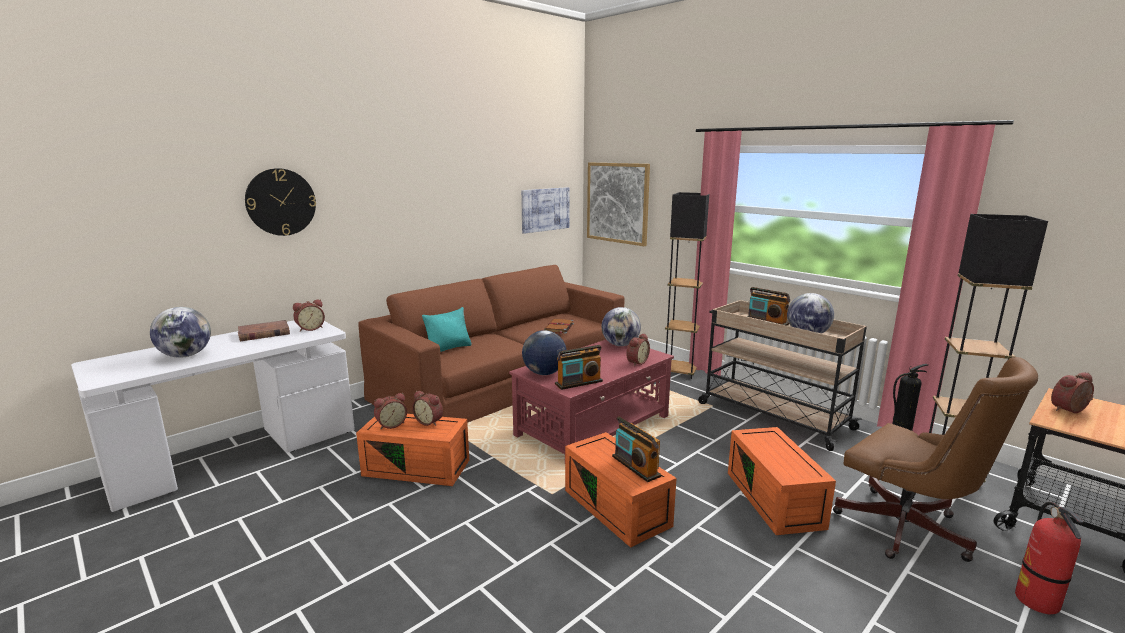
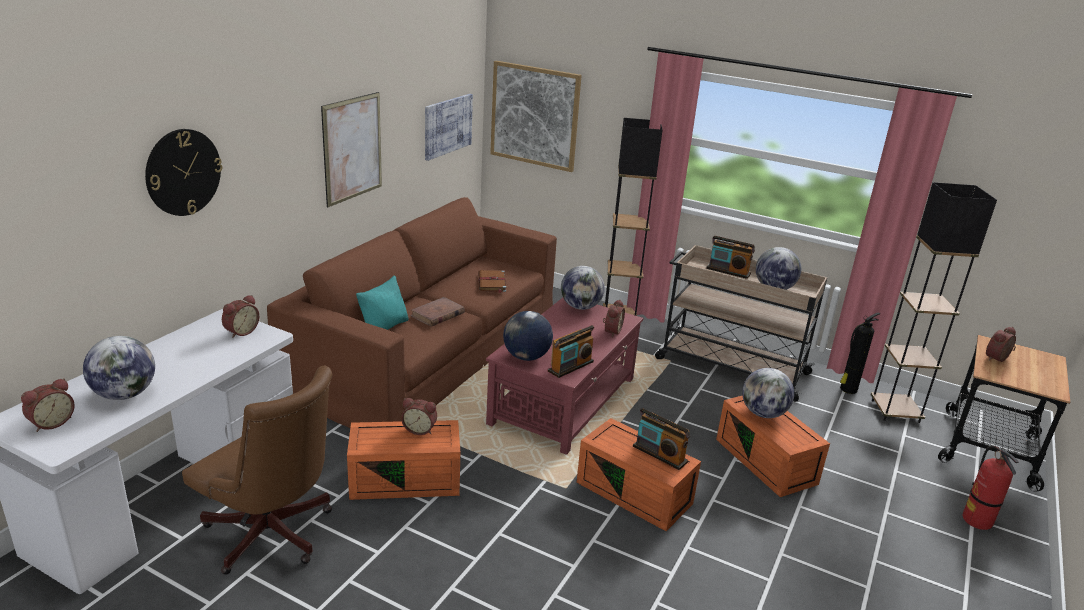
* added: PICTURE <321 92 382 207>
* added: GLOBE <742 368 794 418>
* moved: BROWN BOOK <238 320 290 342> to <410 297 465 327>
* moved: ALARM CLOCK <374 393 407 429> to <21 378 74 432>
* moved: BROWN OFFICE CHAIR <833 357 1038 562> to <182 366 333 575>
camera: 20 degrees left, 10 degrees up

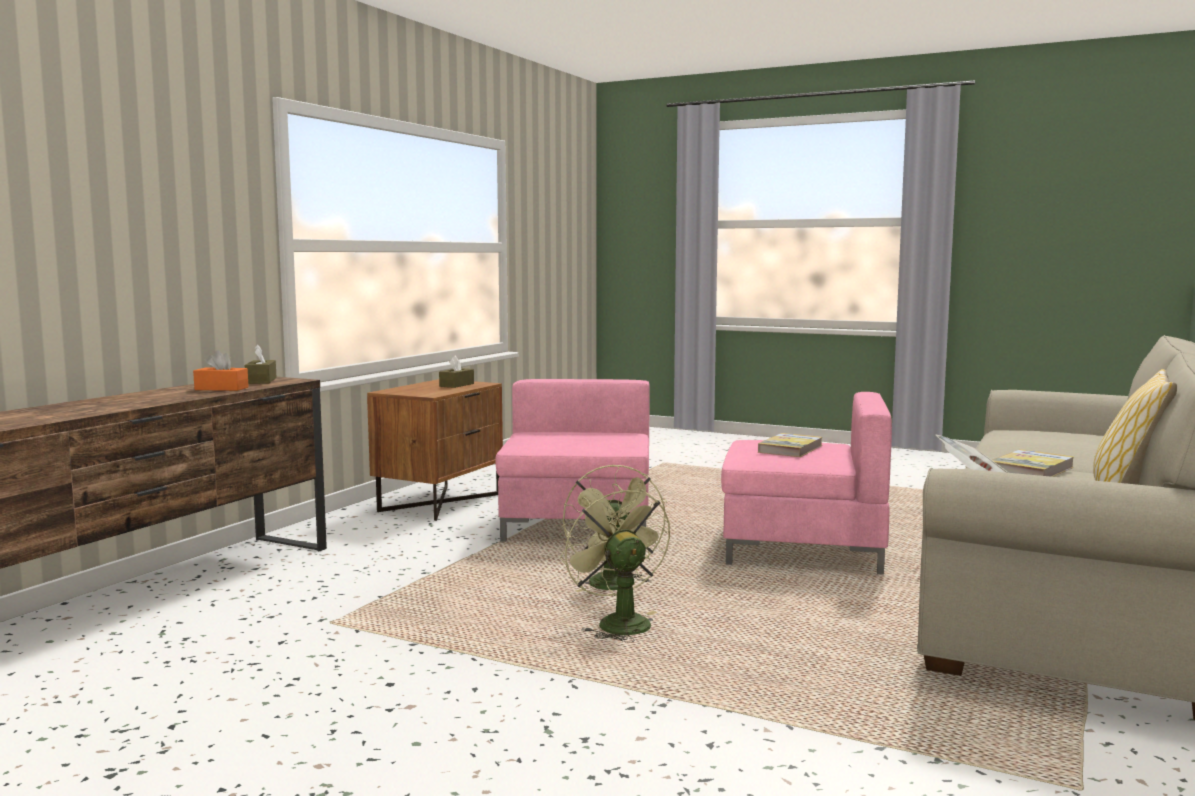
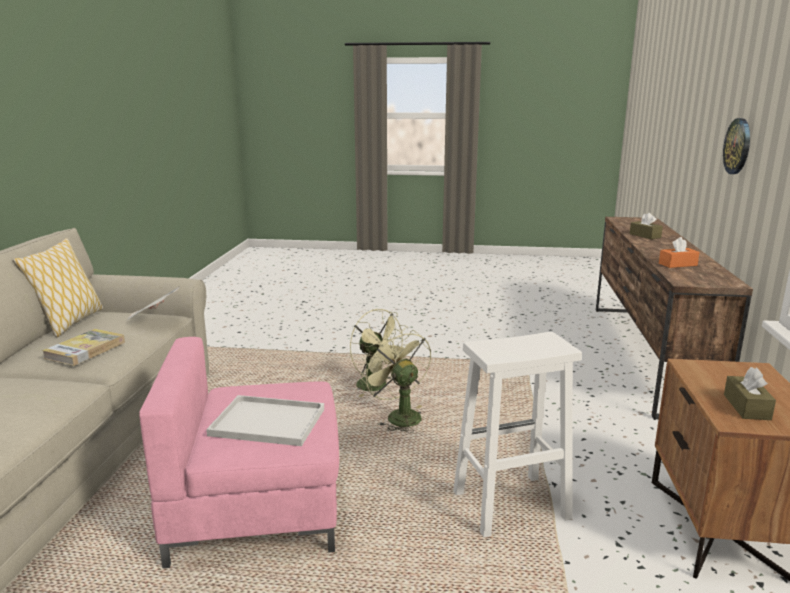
* added: WALL CLOCK <723 118 750 174>
* moved: BROWN TISSUE BOX <244 345 277 384> to <630 213 663 239>
* replaced: PINK ARMCHAIR <495 379 650 542> to WHITE STOOL <453 332 582 538>
* replaced: BOOK <758 433 822 457> to WHITE TRAY <206 395 324 446>
camera: 160 degrees right, 10 degrees up

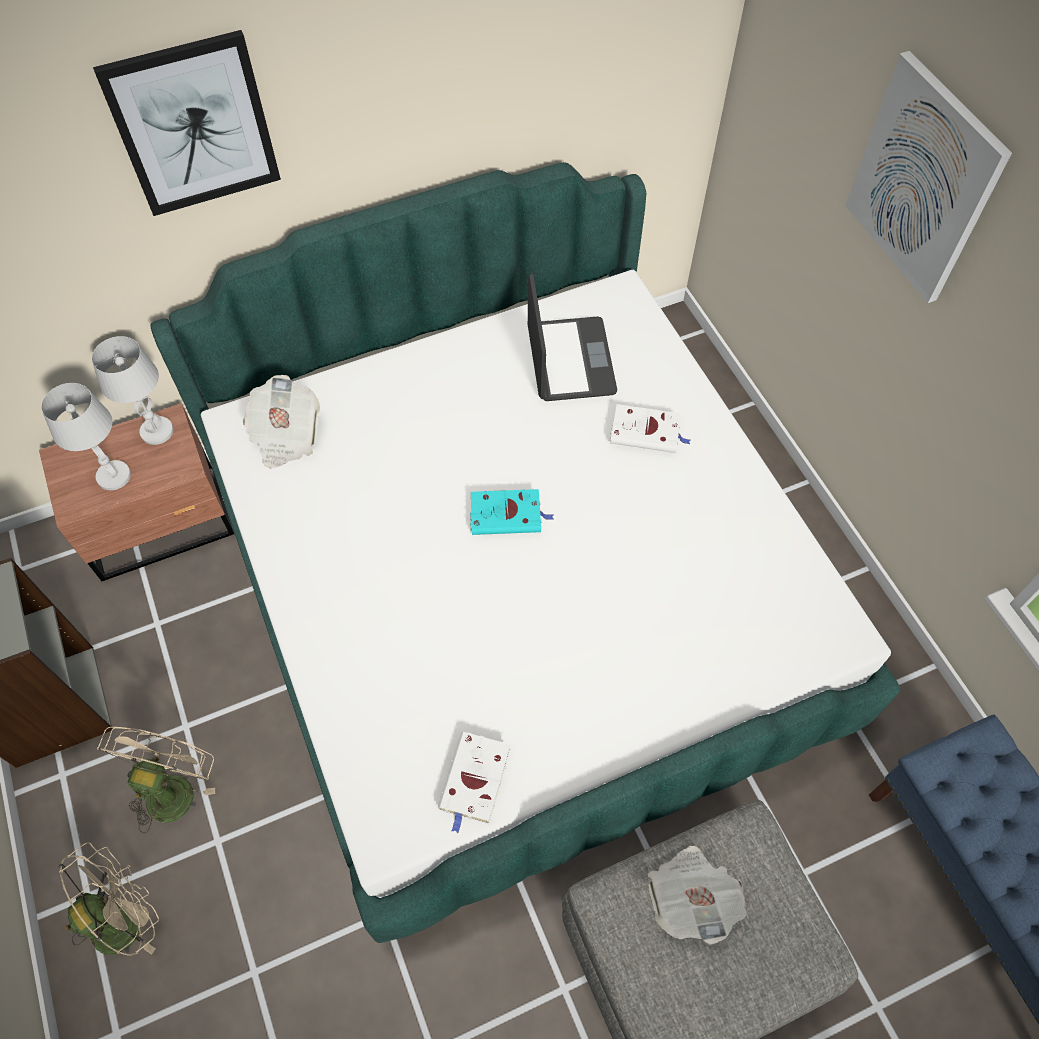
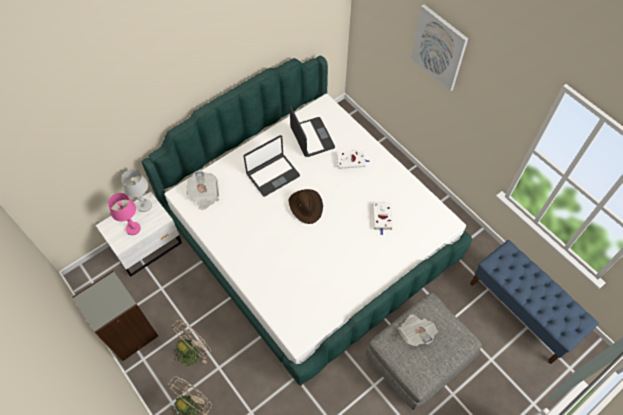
* removed: PICTURE <93 30 281 216>
* added: LAPTOP <243 135 300 196>
* moved: WHITE BOOK <438 732 511 833> to <372 202 393 235>
* replaced: TURQUOISE BOOK <470 489 554 535> to BROWN HAT <289 189 323 224>
* recoloured: BROWN NIGHTSTAND <39 403 234 581> to WHITE NIGHTSTAND <96 192 182 277>
* recoloured: WHITE TABLE LAMP <41 383 131 490> to PINK TABLE LAMP <108 193 141 235>
* turned: BEIGE FAN <96 727 215 833> = <172 321 211 366> 45 degrees clockwise
camera: 15 degrees left, 0 degrees up

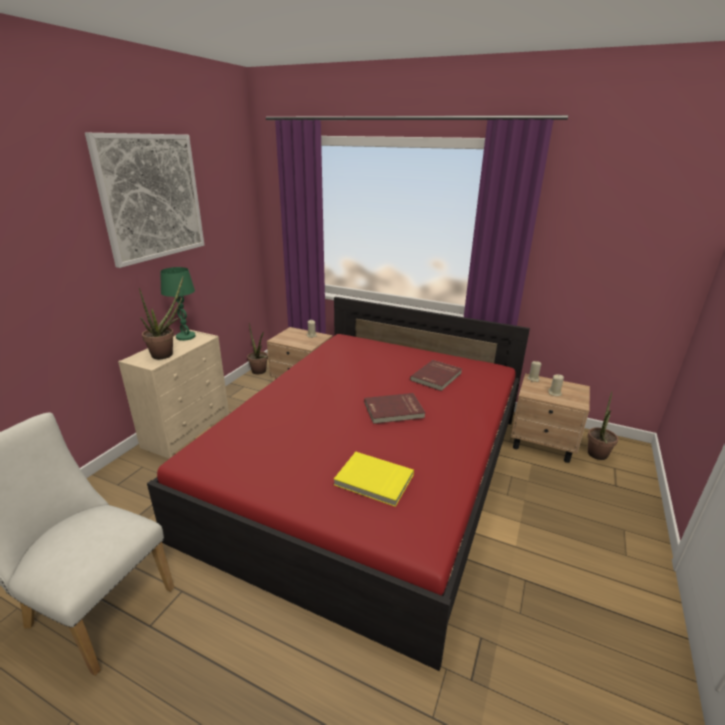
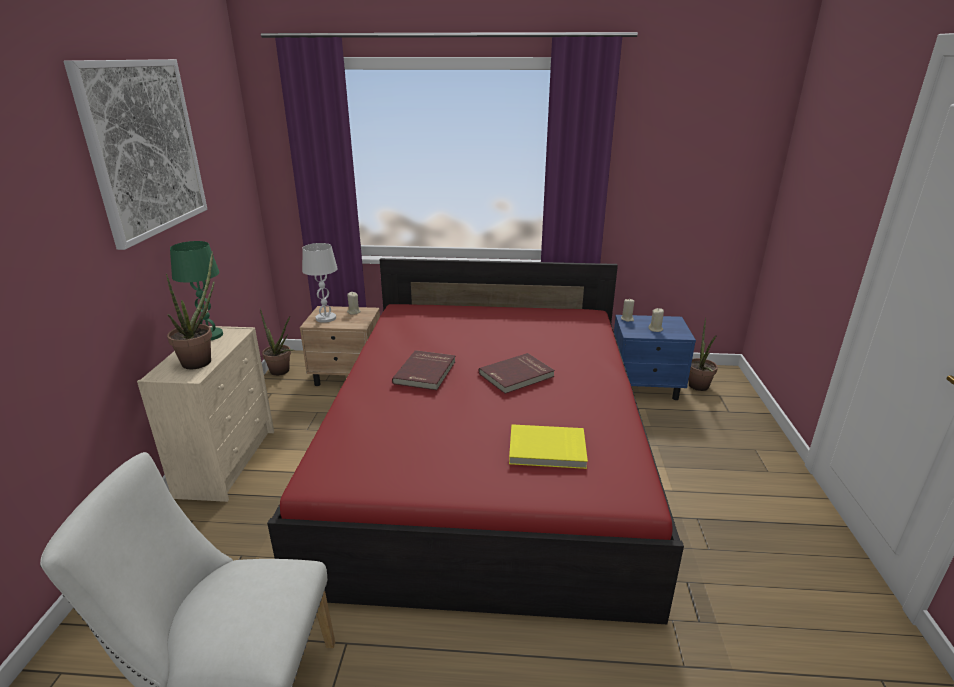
* added: WHITE TABLE LAMP <302 243 338 323>
* moved: RED BOOK <410 360 462 391> to <392 350 456 390>
* recoloured: BEIGE NIGHTSTAND <511 373 590 463> to BLUE NIGHTSTAND <614 315 696 400>
camera: 20 degrees left, 0 degrees up

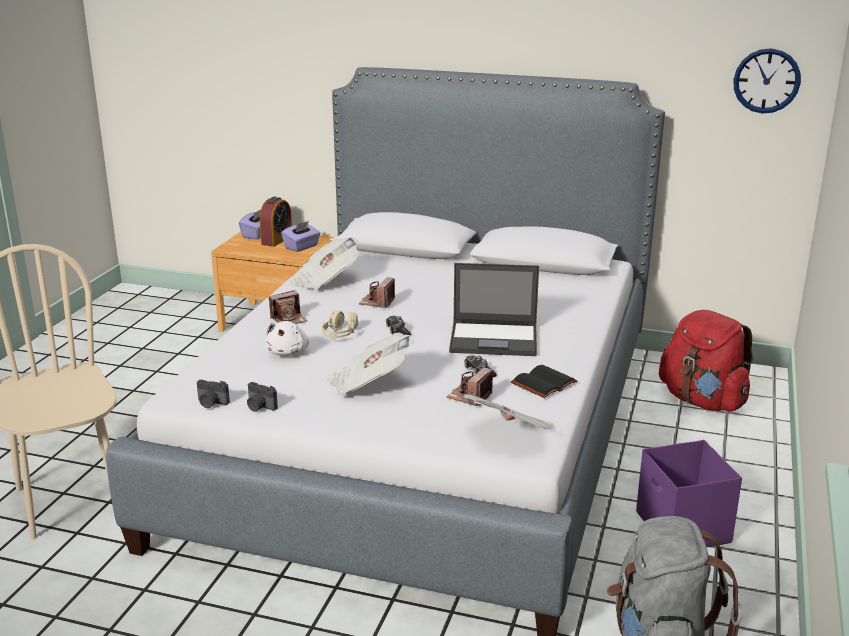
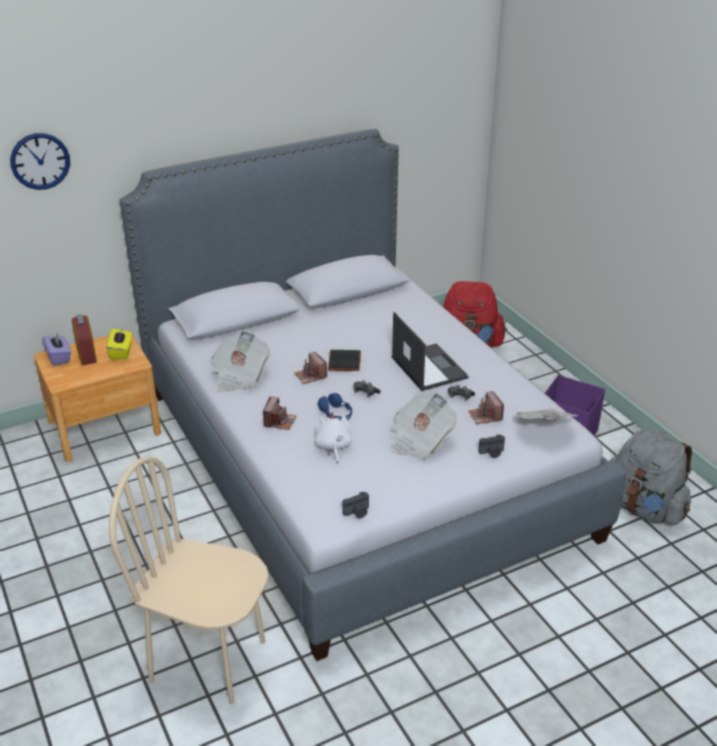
* moved: PHOTO CAMERA <247 382 278 412> to <478 434 505 458>
* moved: BLACK BOOK <511 365 577 398> to <328 350 361 371>
* moved: WALL CLOCK <733 48 801 113> to <10 133 70 190>
* recoloured: PURPLE TISSUE BOX <281 221 321 252> to YELLOW TISSUE BOX <106 327 132 360>
* recoloured: BEIGE HEADPHONES <322 310 358 338> to BLUE HEADPHONES <318 393 352 420>
* turned: WHITE PLUSH TOY <265 321 310 356> = <315 412 352 463> 150 degrees counterclockwise
* turned: LAPTOP <449 263 539 356> = <392 312 469 391> 75 degrees counterclockwise
camera: 45 degrees left, 10 degrees up

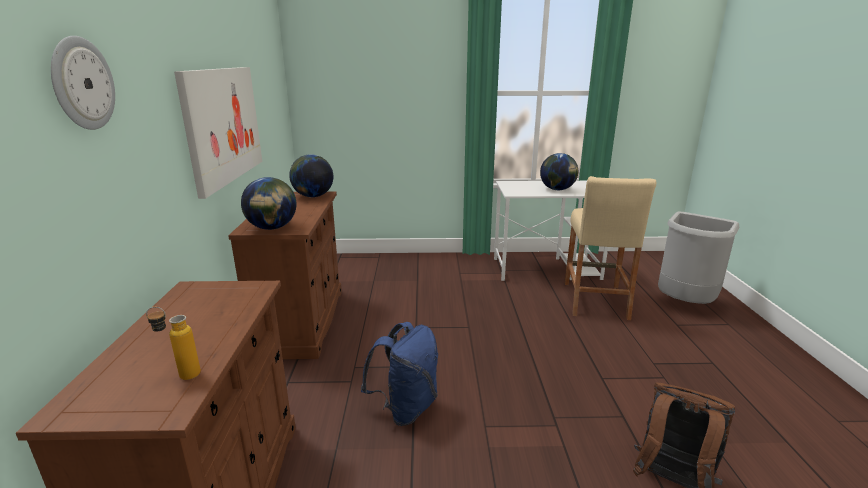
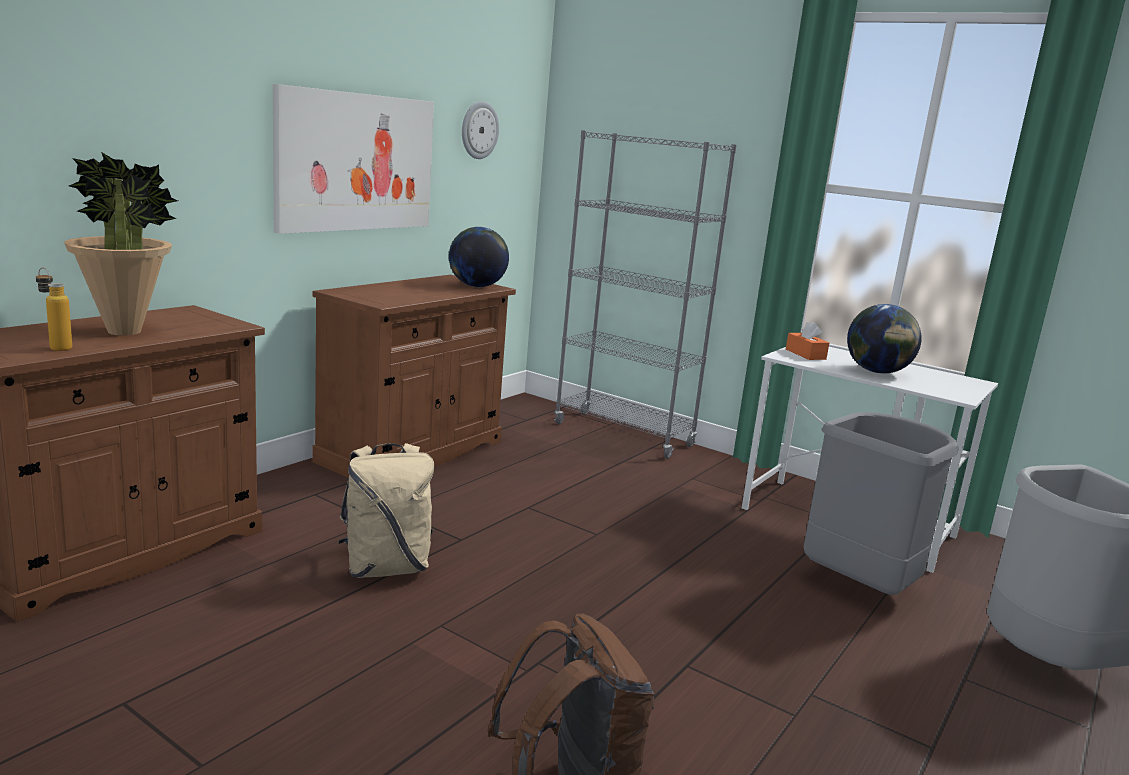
* removed: GLOBE <241 177 296 230>
* added: POTTED PLANT <64 152 178 335>
* added: GREY BOOKCASE <554 130 737 459>
* added: ORANGE TISSUE BOX <786 321 829 360>
* moved: WALL CLOCK <51 36 115 130> to <462 101 499 159>
* replaced: BEIGE STOOL <565 176 656 320> to GREY TRASH CAN <803 412 958 595>
* recoloured: BLUE BACKPACK <361 322 438 426> to BEIGE BACKPACK <339 443 434 578>
camera: 35 degrees right, 5 degrees down

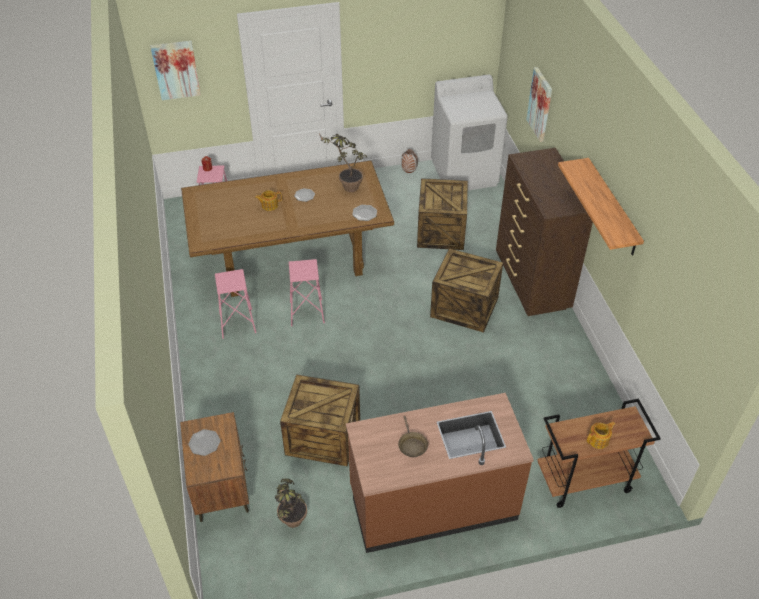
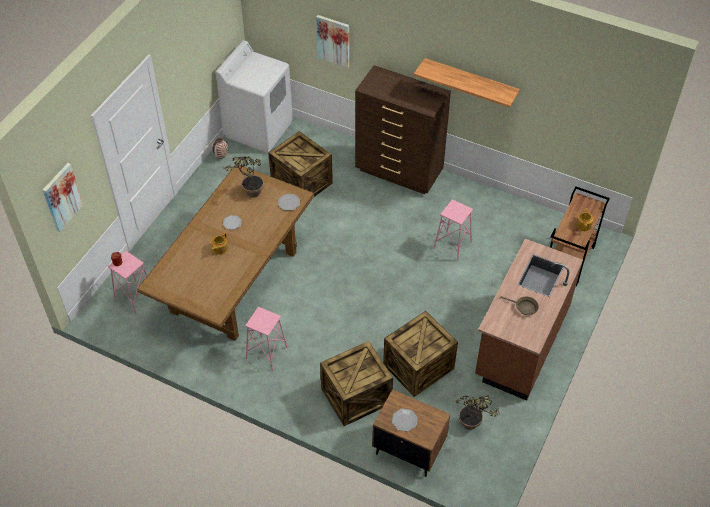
* moved: PINK STOOL <289 259 325 326> to <433 199 473 261>
* moved: CRATE <430 248 503 333> to <320 341 393 426>
camera: 50 degrees left, 5 degrees up

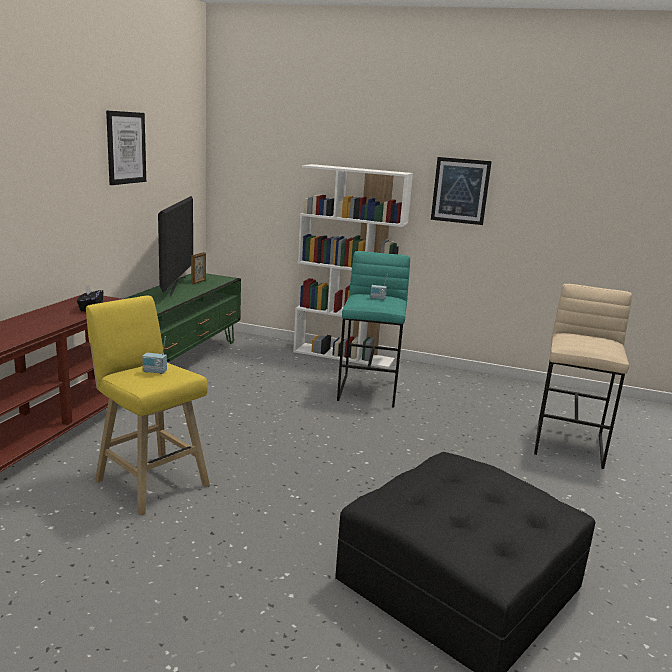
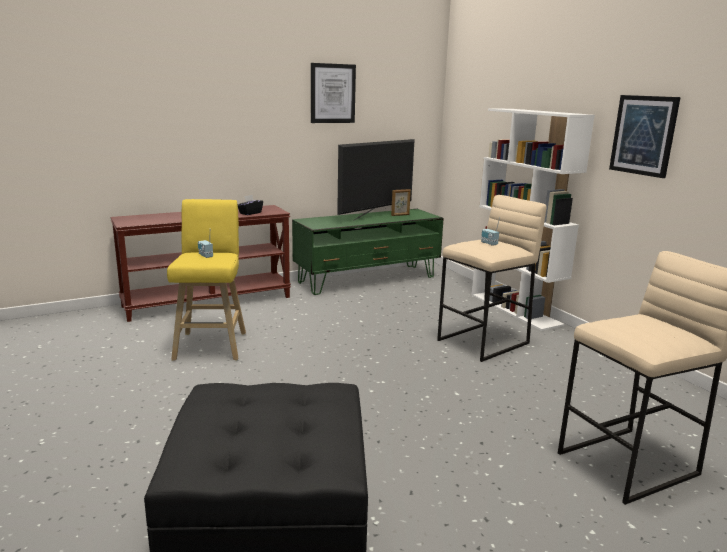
* recoloured: TURQUOISE STOOL <337 251 410 407> to BEIGE STOOL <437 195 547 362>
camera: 45 degrees right, 0 degrees up

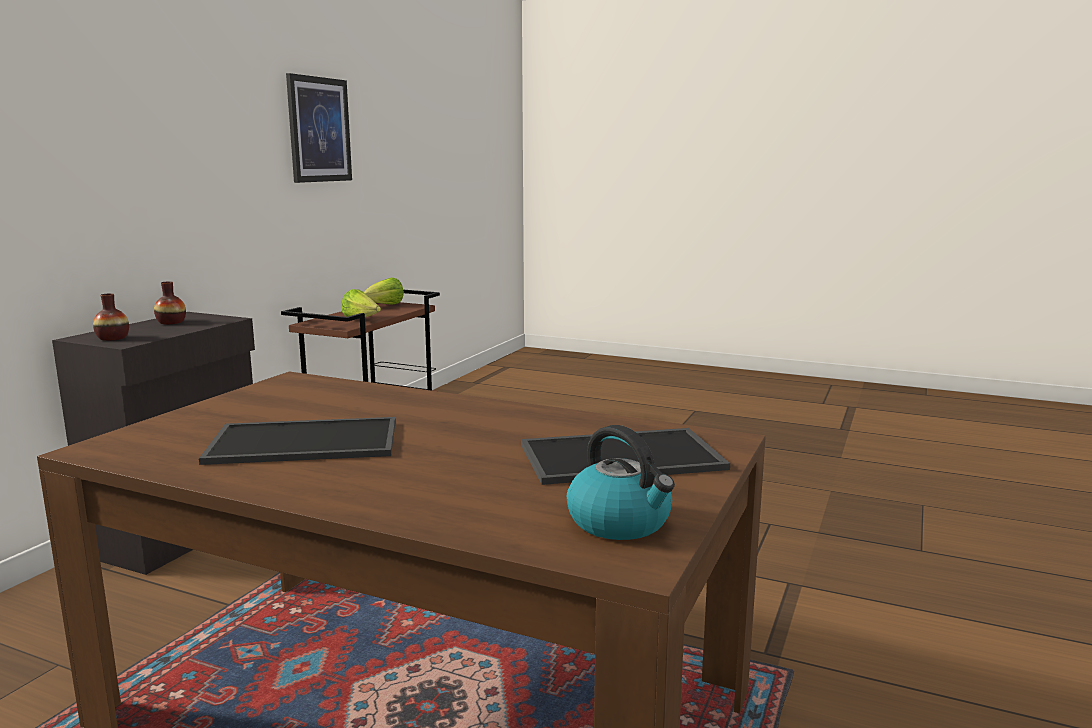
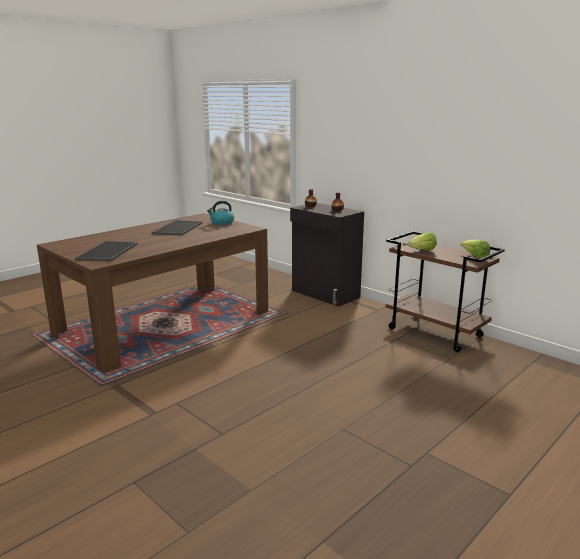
* removed: PICTURE <286 73 352 183>
* moved: KETTLE <567 425 675 540> to <207 201 234 225>
camera: 110 degrees right, 5 degrees up

